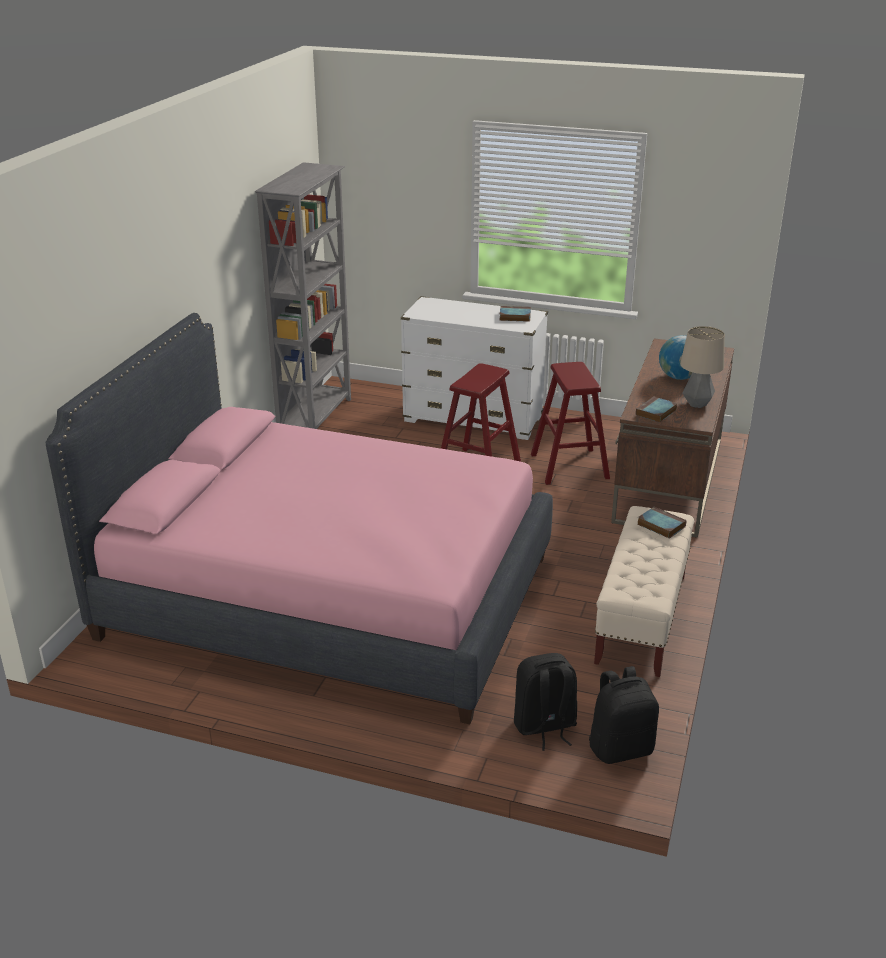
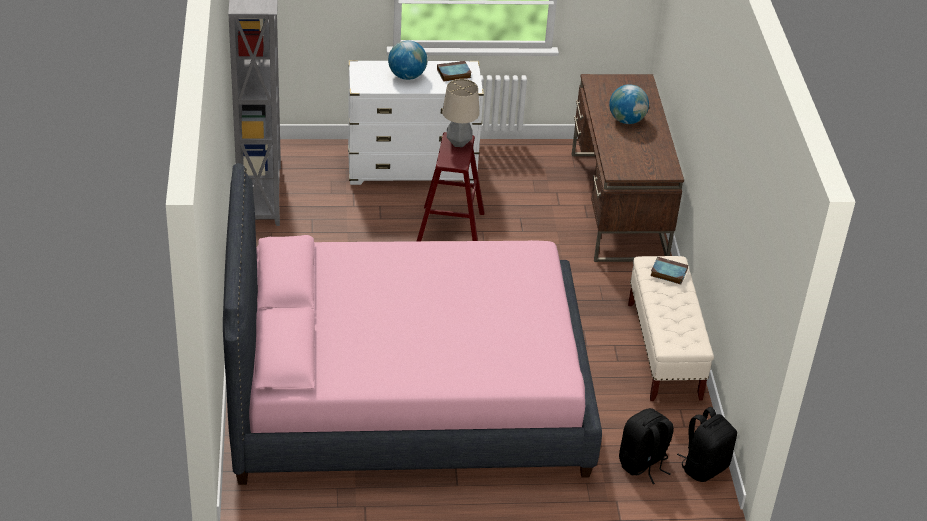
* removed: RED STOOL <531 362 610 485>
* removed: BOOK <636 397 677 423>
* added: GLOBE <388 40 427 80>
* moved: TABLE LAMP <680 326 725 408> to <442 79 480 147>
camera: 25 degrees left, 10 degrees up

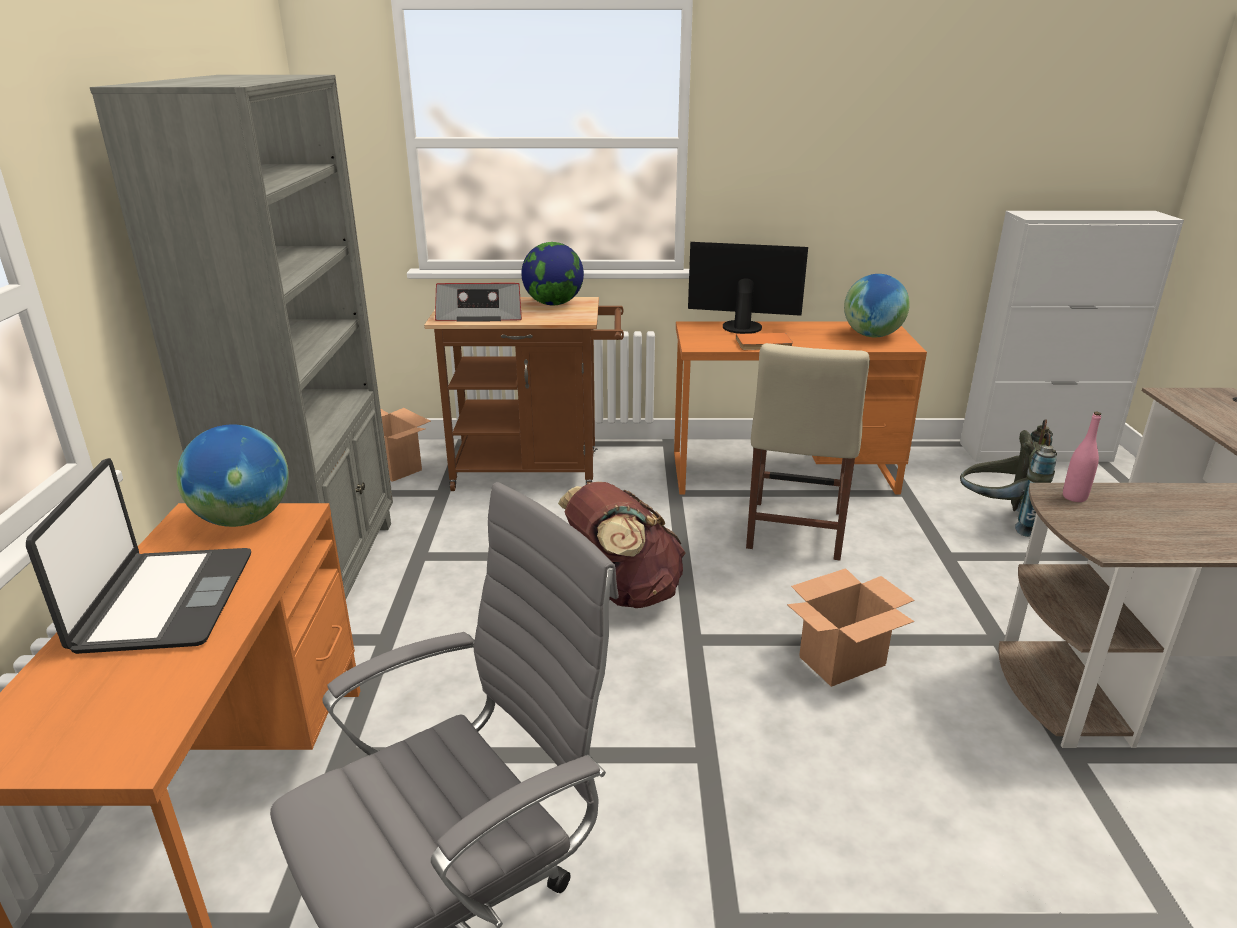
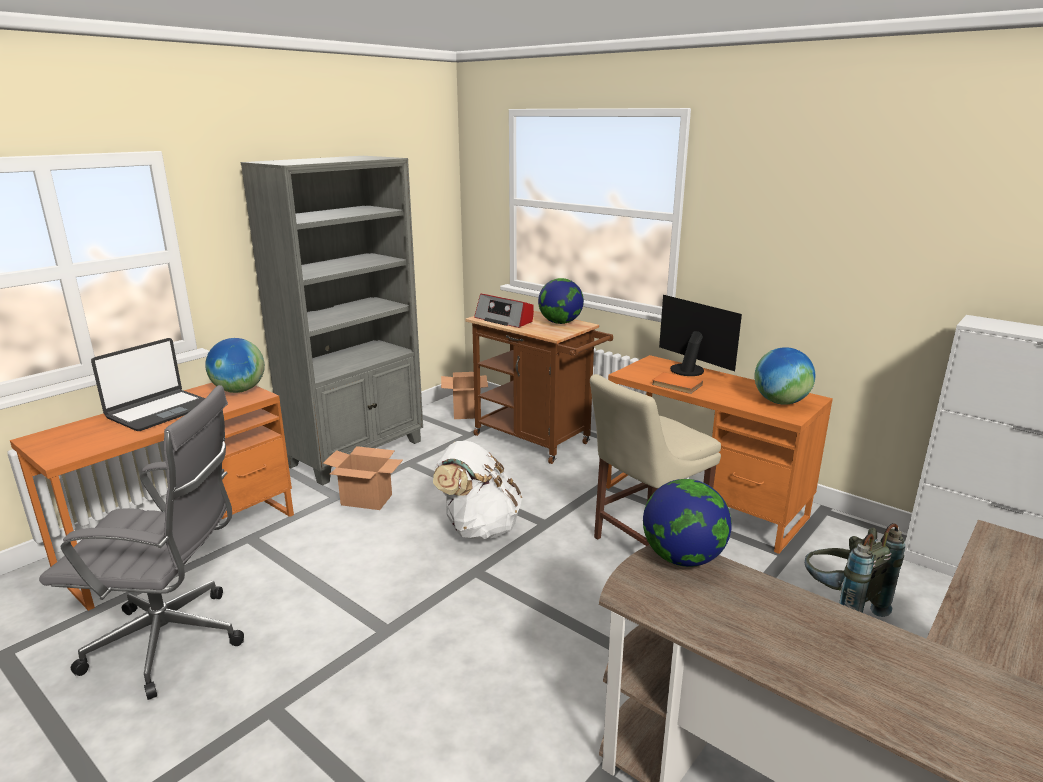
* moved: CARDBOARD BOX <787 568 915 687> to <323 446 403 510>
* replaced: PINK BOTTLE <1063 412 1101 502> to GLOBE <643 479 732 567>
* recoloured: BROWN BACKPACK <558 482 686 608> to WHITE BACKPACK <433 441 522 539>
camera: 40 degrees right, 5 degrees down

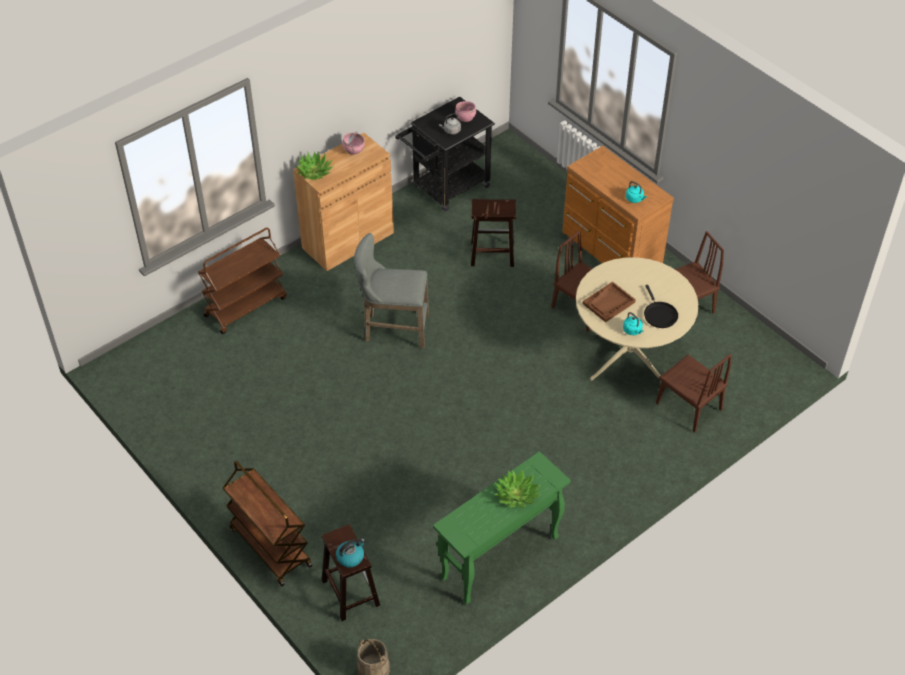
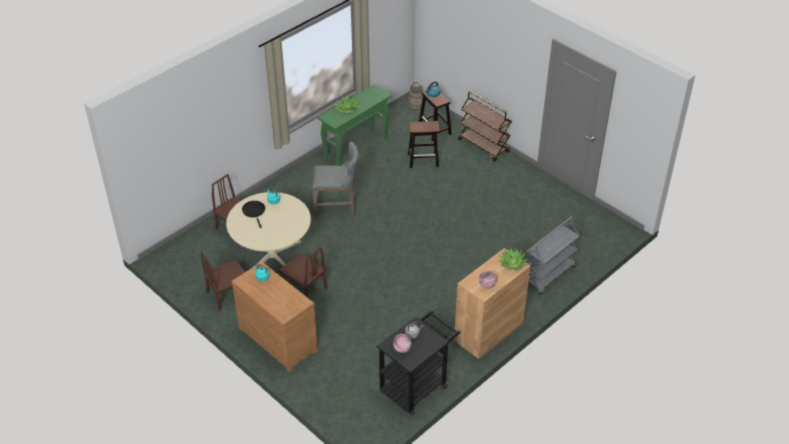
* removed: BROWN TRAY <583 281 636 322>
* moved: GREY STOOL <354 233 429 349> to <312 141 359 219>
* moved: BROWN STOOL <471 199 516 267> to <408 121 440 168>
* recoloured: BROWN CART <198 228 287 334> to GREY CART <526 216 580 295>
camera: 175 degrees right, 5 degrees down

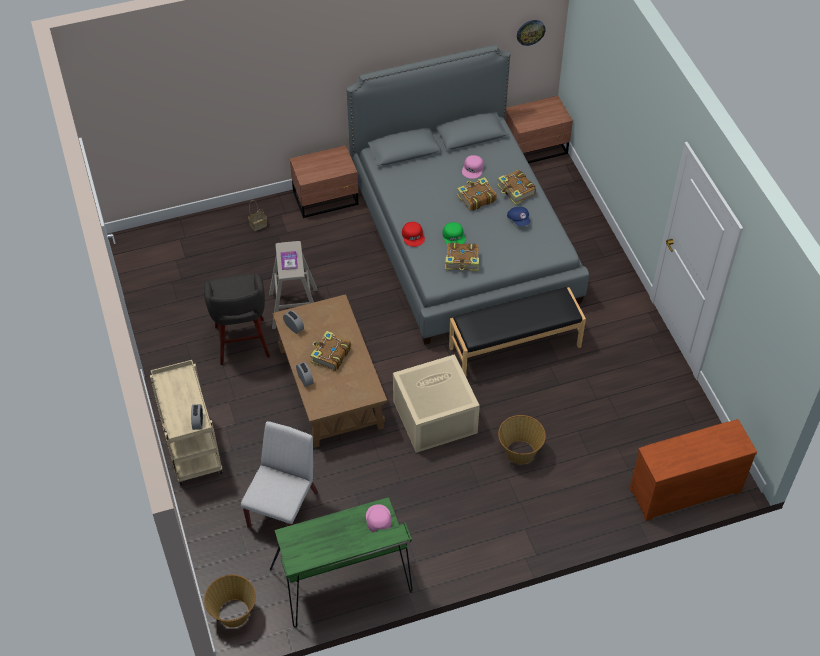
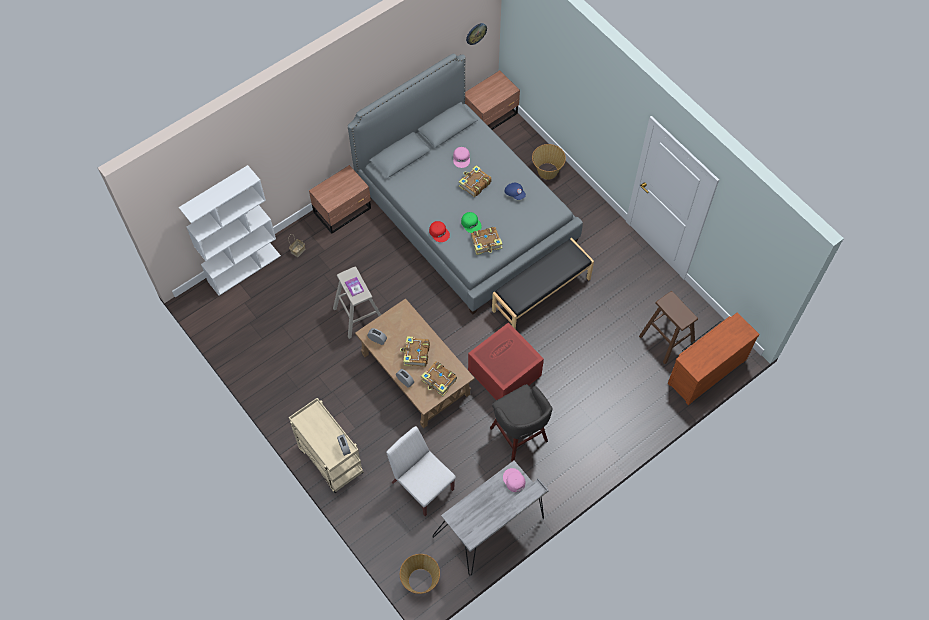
* added: WHITE BOOKCASE <179 165 281 296>
* added: BROWN STOOL <639 291 698 364>
* moved: GREY STOOL <204 273 270 365> to <490 384 553 461>
* moved: BOOK <497 170 536 205> to <421 361 457 396>
* moved: BASKET <498 415 546 464> to <532 144 566 180>
* recoloured: GREEN DESK <270 497 413 628> to GREY DESK <433 461 549 576>
* recoloured: BEIGE STORAGE BOX <393 354 480 453> to RED STORAGE BOX <468 322 544 401>
* turned: WHITE CHAIR <241 421 318 528> = <386 426 456 516> 45 degrees counterclockwise
camera: 20 degrees left, 10 degrees up

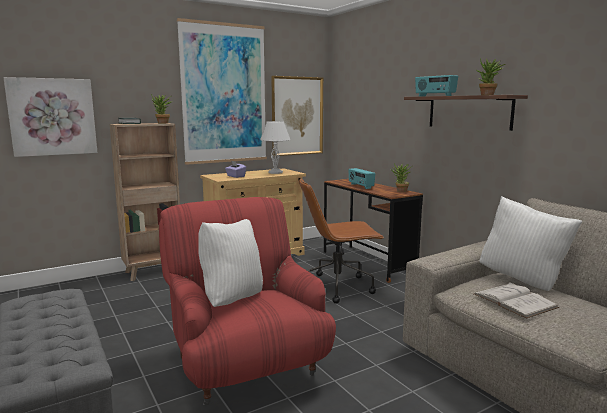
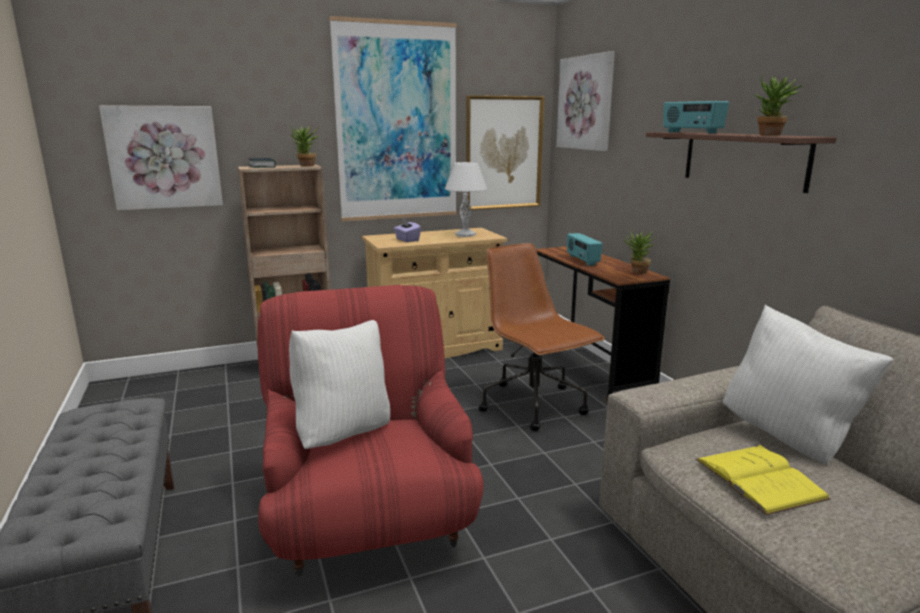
* added: PICTURE <556 51 615 151>
* recoloured: WHITE BOOK <474 282 559 319> to YELLOW BOOK <695 445 831 515>
* turned: BROWN OFFICE CHAIR <299 178 384 304> = <479 243 605 431> 60 degrees clockwise
camera: 10 degrees right, 5 degrees up

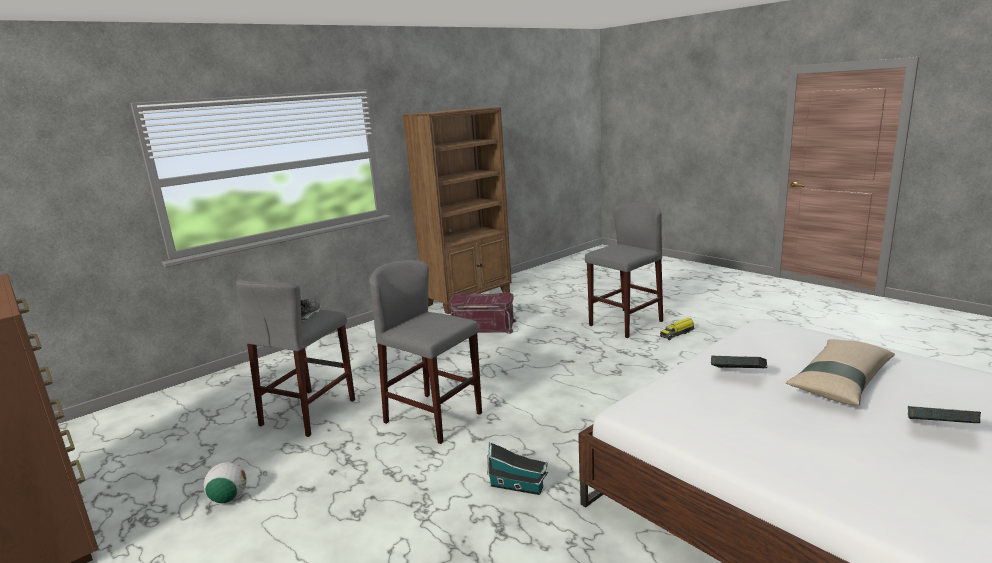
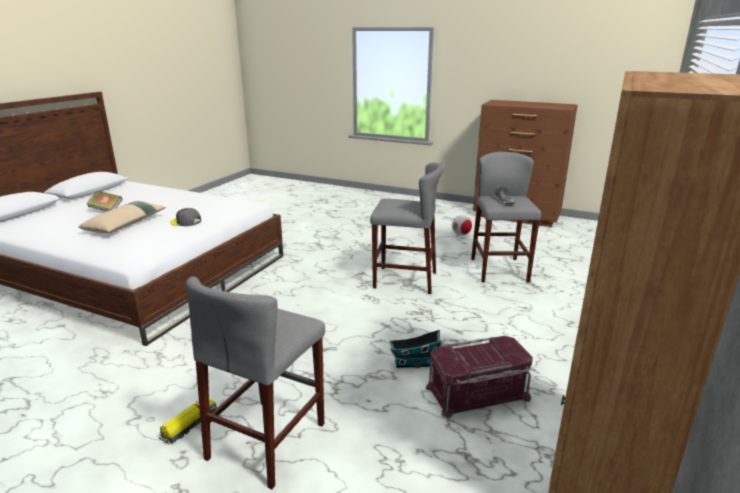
* moved: TOY HOUSE <487 442 548 495> to <390 330 442 368>
* replaced: BOOK <711 355 767 368> to GREY CAP <170 208 201 226>
camera: 155 degrees right, 5 degrees up

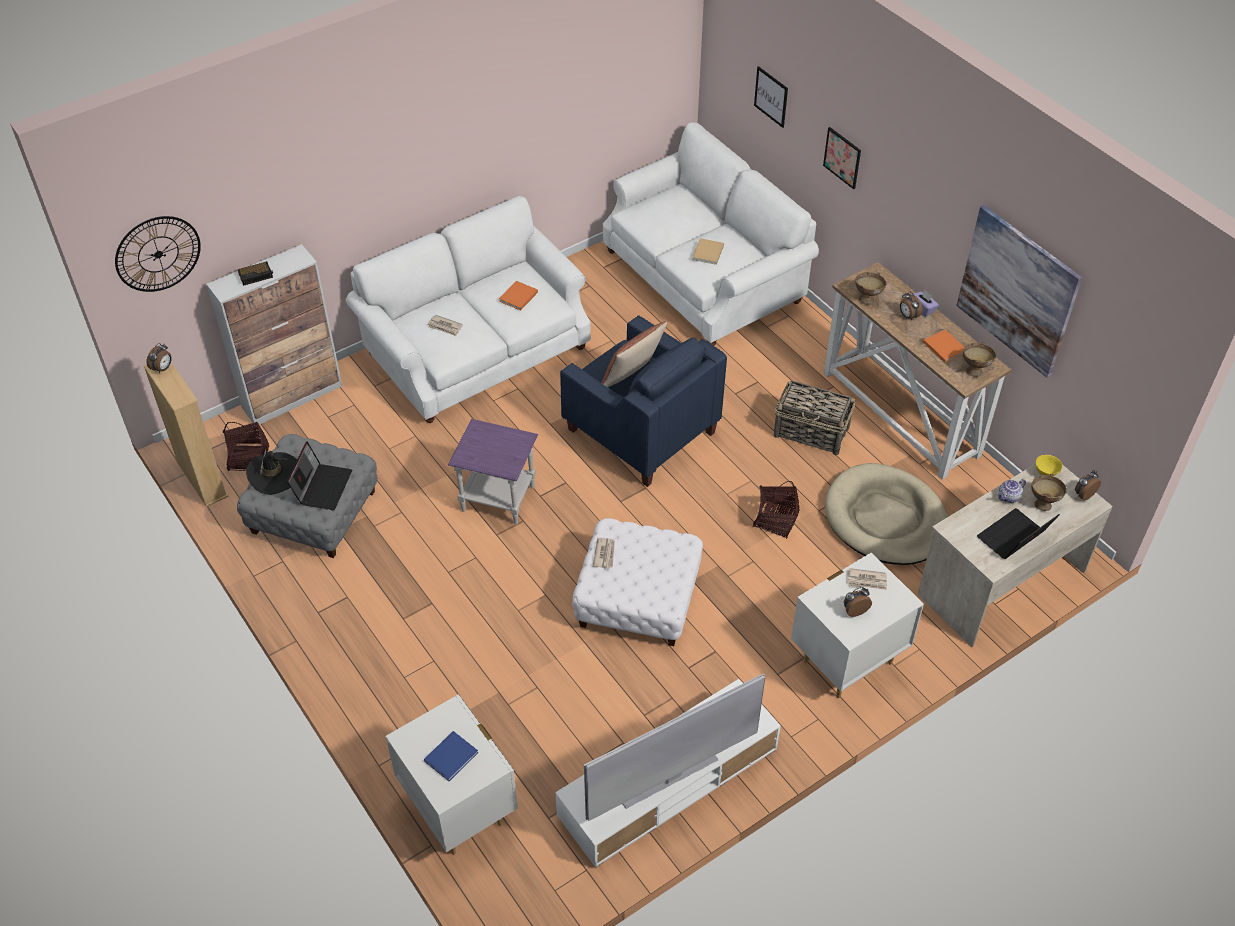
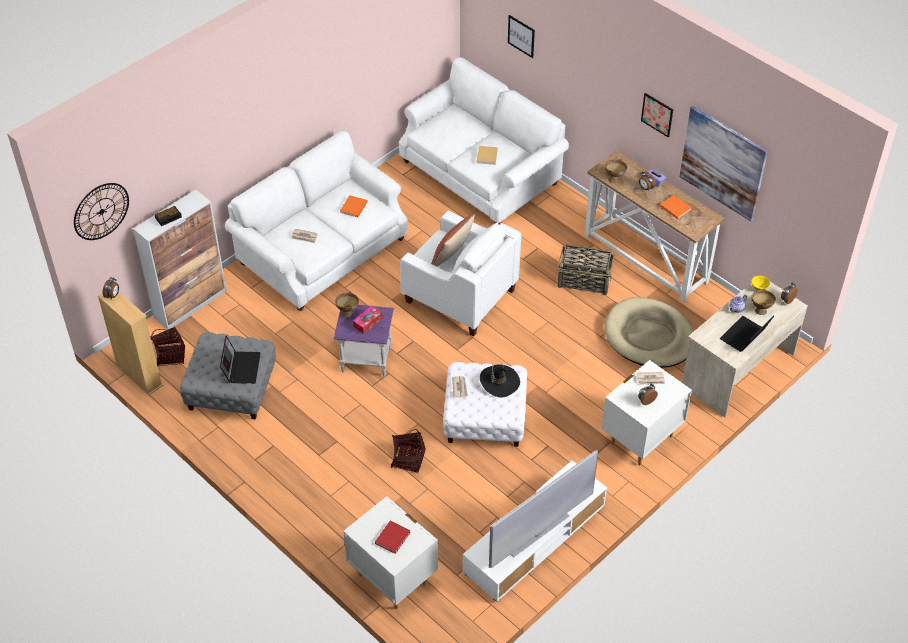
* added: TISSUE BOX <353 306 383 334>
* moved: BLACK HAT <246 449 297 495> to <480 364 520 398>
* moved: BASKET <753 481 800 539> to <391 429 426 473>
* moved: PICTURE <823 127 861 189> to <641 93 673 137>
* moved: BROWN BOWL <963 342 996 377> to <335 291 359 318>
* recoloured: BLUE BOOK <424 731 478 781> to RED BOOK <375 520 411 554>
* recoloured: BLUE ARMCHAIR <560 315 727 487> to WHITE ARMCHAIR <400 211 522 336>
camera: 10 degrees left, 0 degrees up

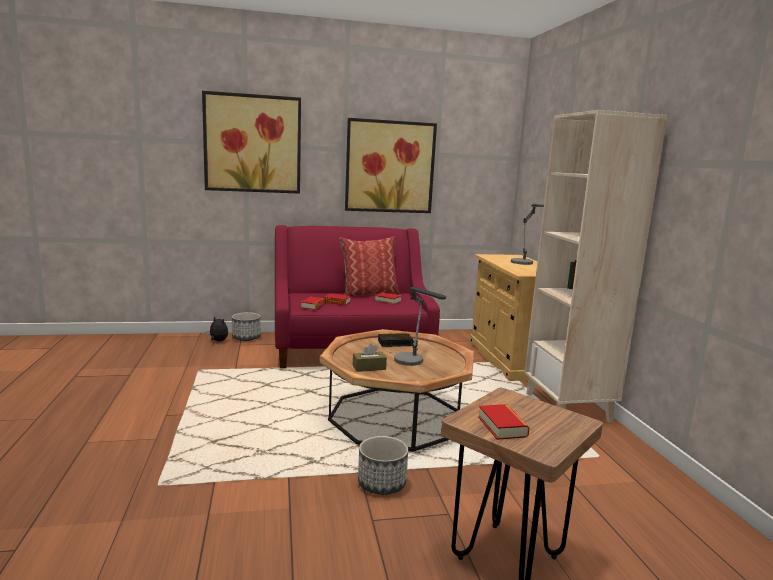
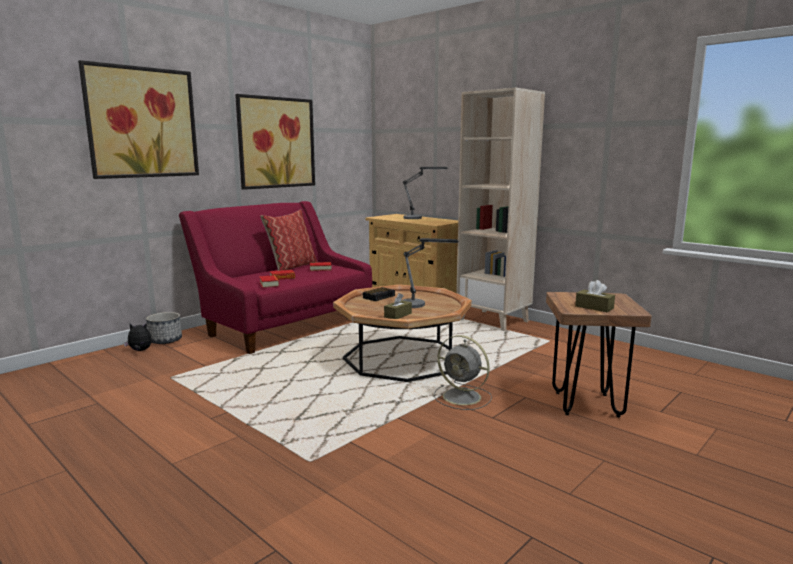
* replaced: PLANTER <358 436 408 495> to GREY FAN <434 335 492 410>
* replaced: BOOK <478 404 530 440> to BROWN TISSUE BOX <575 280 615 312>
camera: 35 degrees left, 0 degrees up

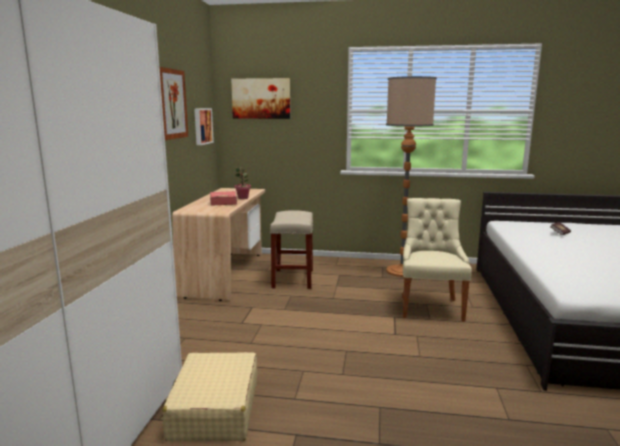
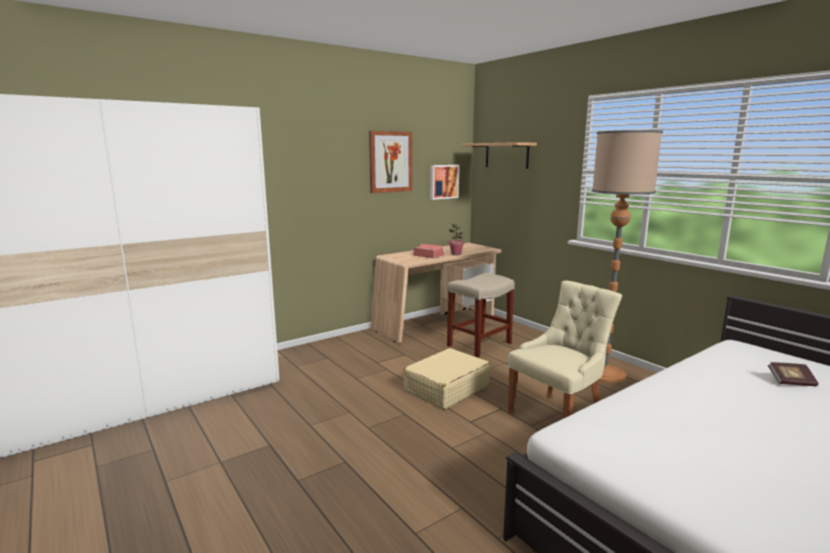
* moved: BEIGE SUITCASE <162 352 257 442> to <403 348 490 409>
* replaced: PICTURE <231 78 290 119> to SHELF <462 142 537 169>
camera: 45 degrees right, 0 degrees up

